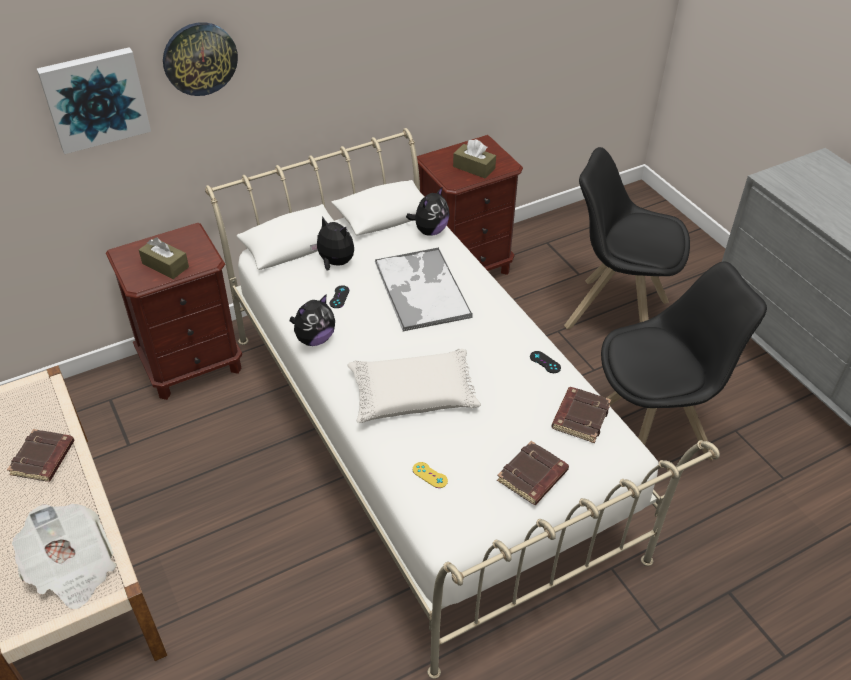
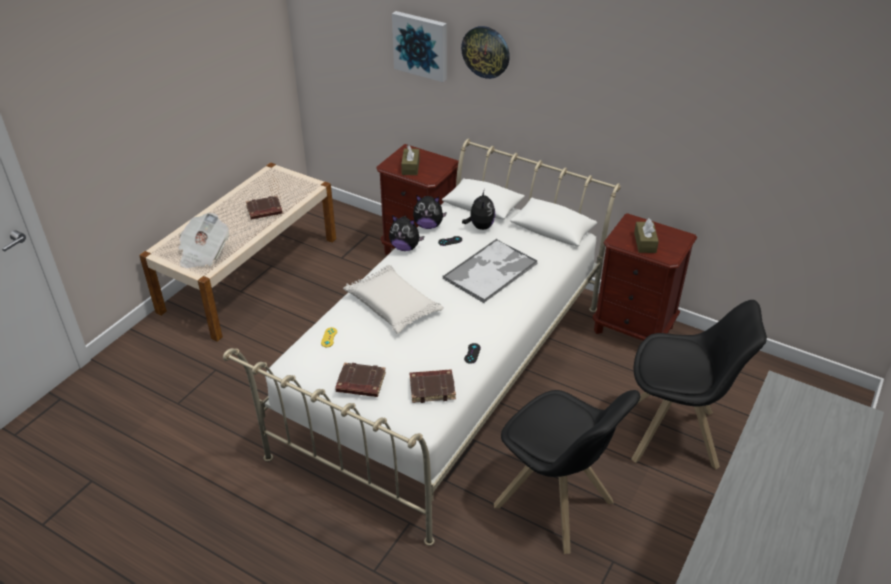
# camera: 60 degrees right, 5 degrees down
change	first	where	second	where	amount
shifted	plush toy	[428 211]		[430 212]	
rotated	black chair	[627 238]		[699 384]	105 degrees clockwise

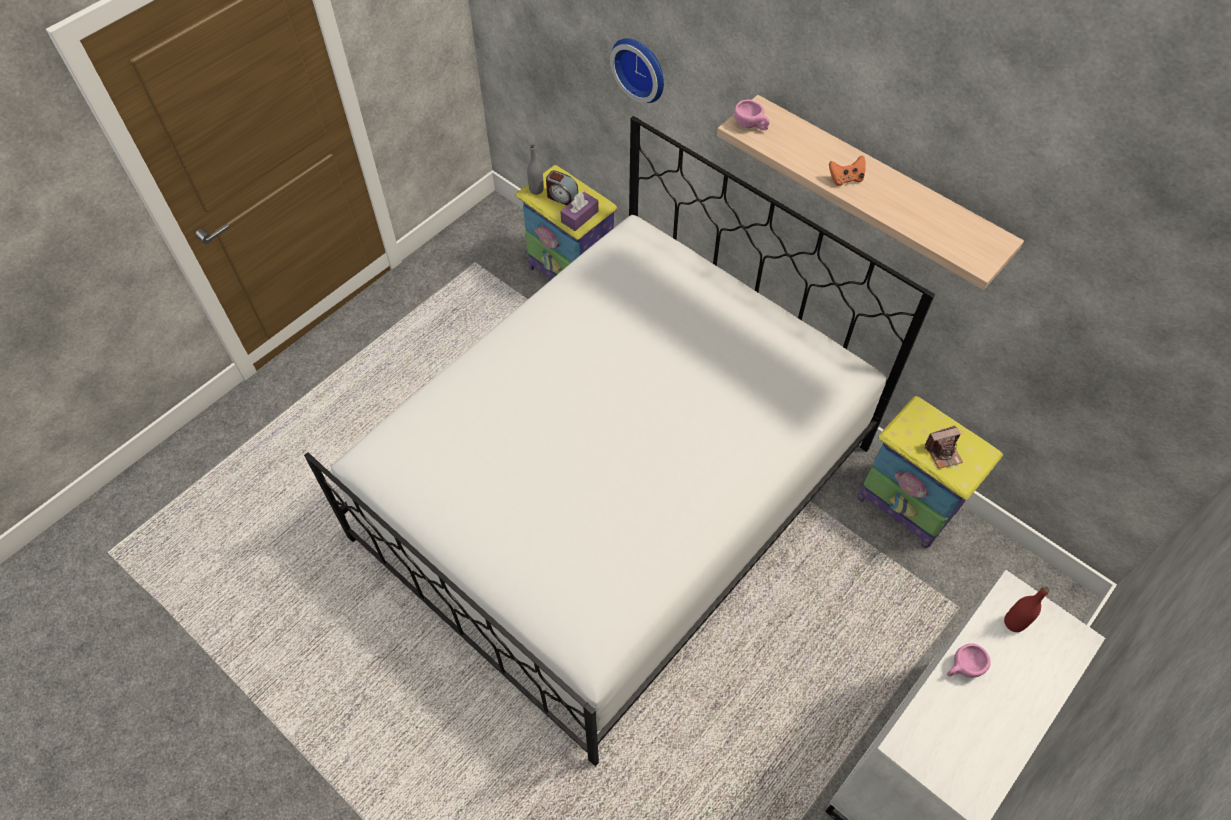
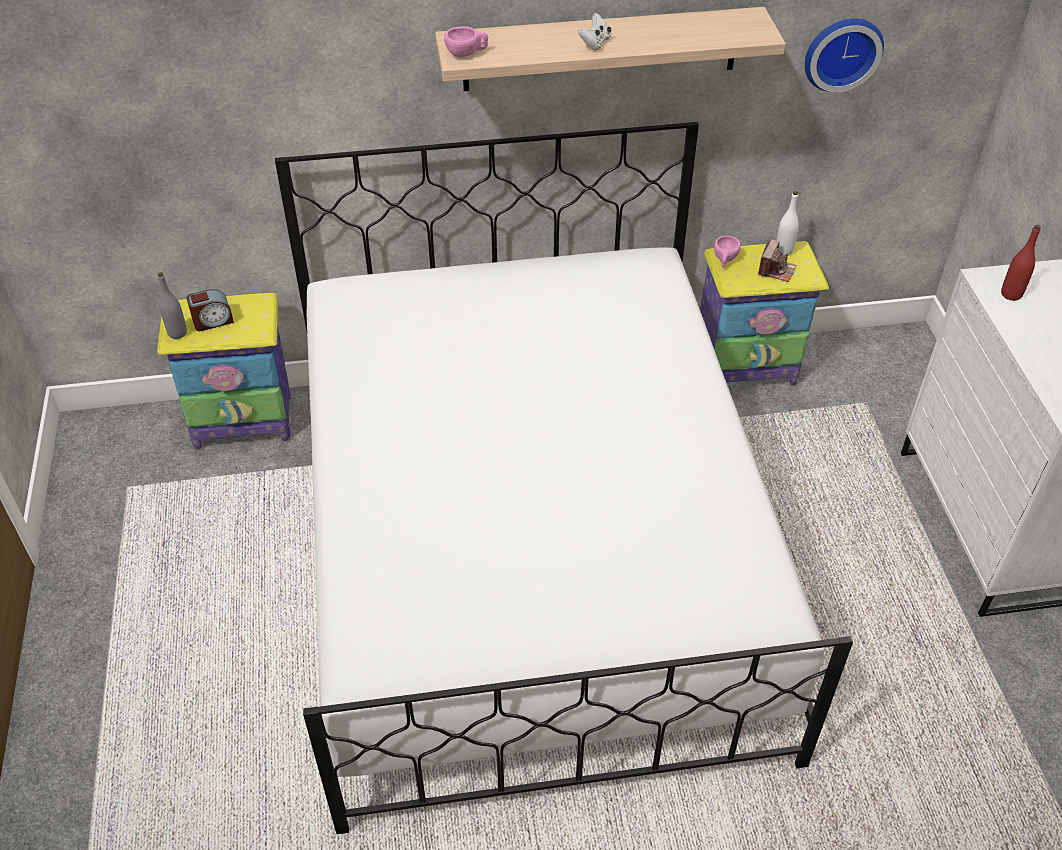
# camera: 50 degrees left, 10 degrees down
change	first	where	second	where	amount
gone	purple tissue box	[579 211]			
shifted	wall clock	[637 70]		[844 55]	
repainted	orange game controller	[847 170]	white game controller	[595 32]	
shifted	pink cup	[969 660]		[727 252]	
new			white bottle	[787 223]	

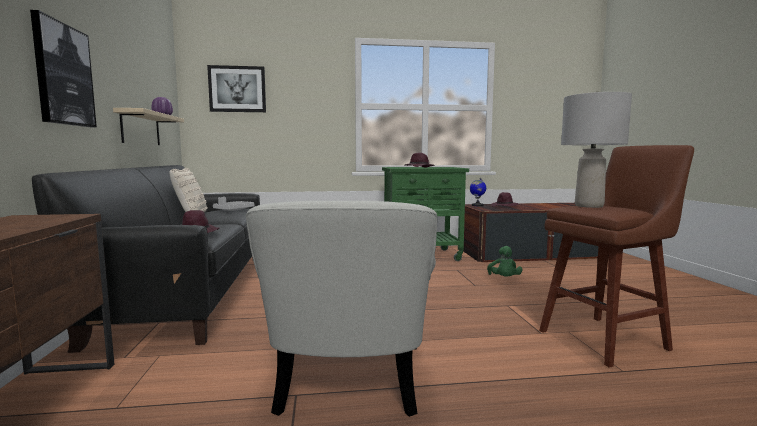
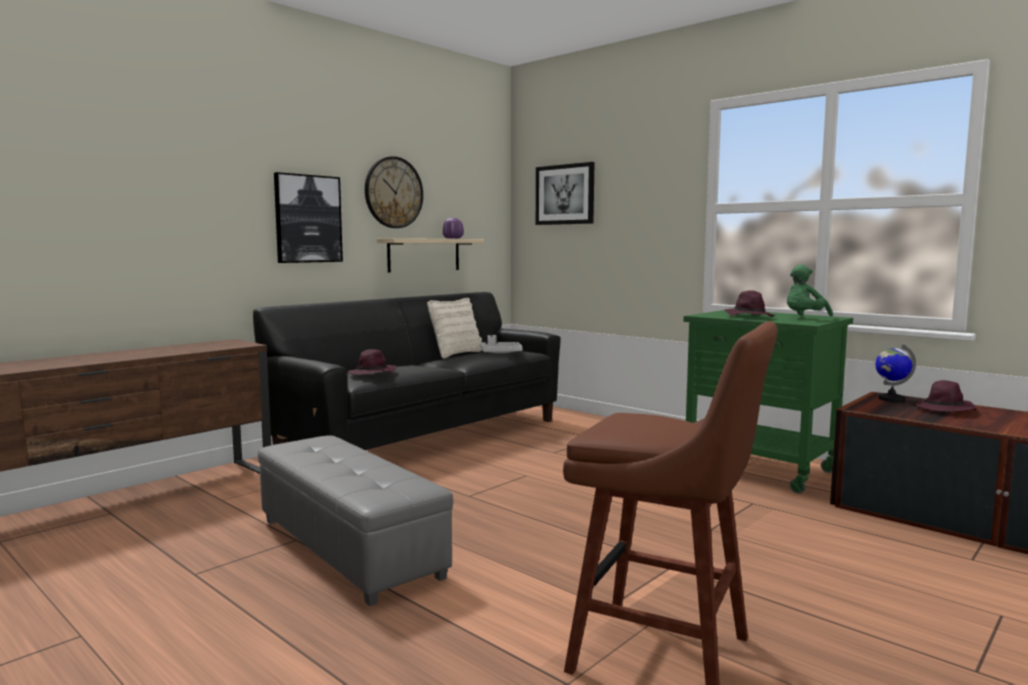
# camera: 50 degrees right, 0 degrees up
change	first	where	second	where	amount
swapped	white armchair	[342 309]	grey ottoman	[355 520]	
shifted	green plush toy	[505 261]		[810 290]	
gone	grey table lamp	[596 149]			
new			wall clock	[394 192]	

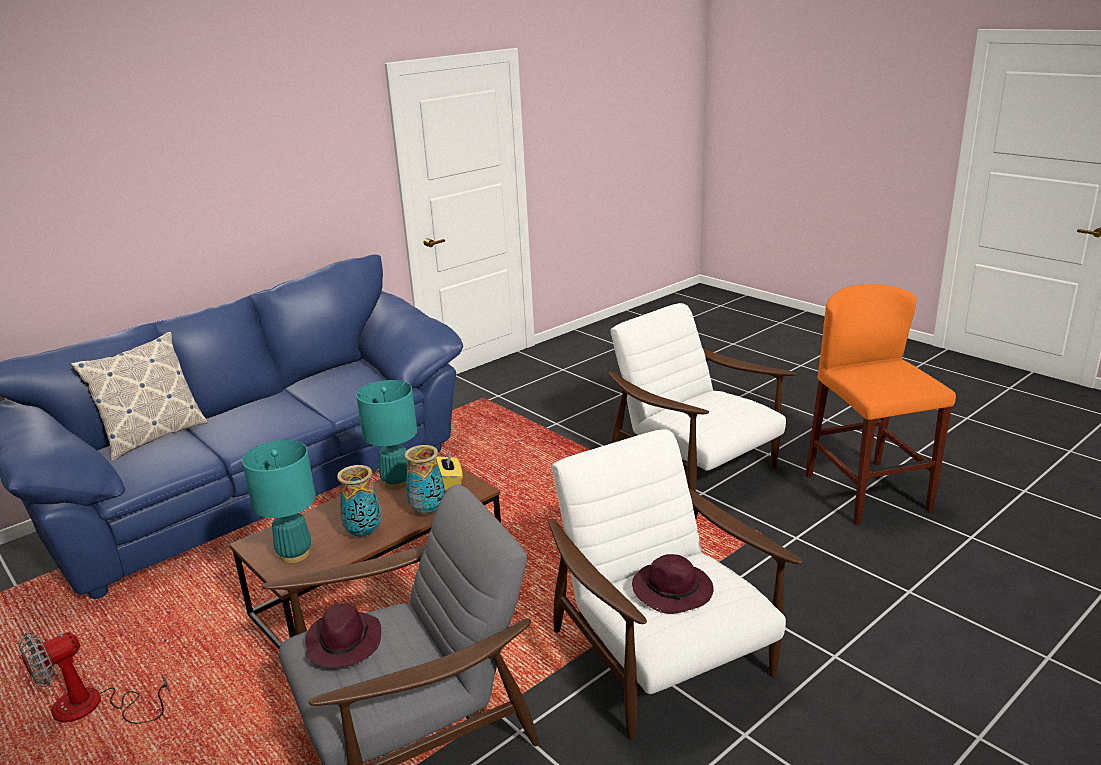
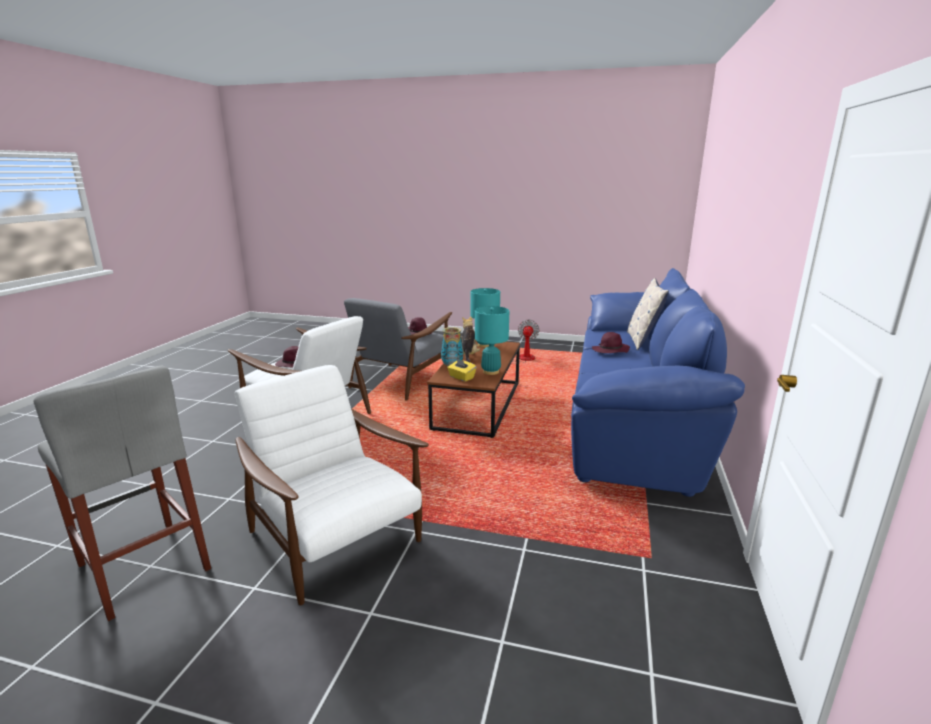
# camera: 145 degrees right, 5 degrees down
change	first	where	second	where	amount
swapped	vase	[359 501]	plush toy	[471 339]	
rotated	white armchair	[702 397]		[332 485]	150 degrees counterclockwise
repainted	orange stool	[881 404]	grey stool	[122 493]	
new			purple hat	[611 342]	

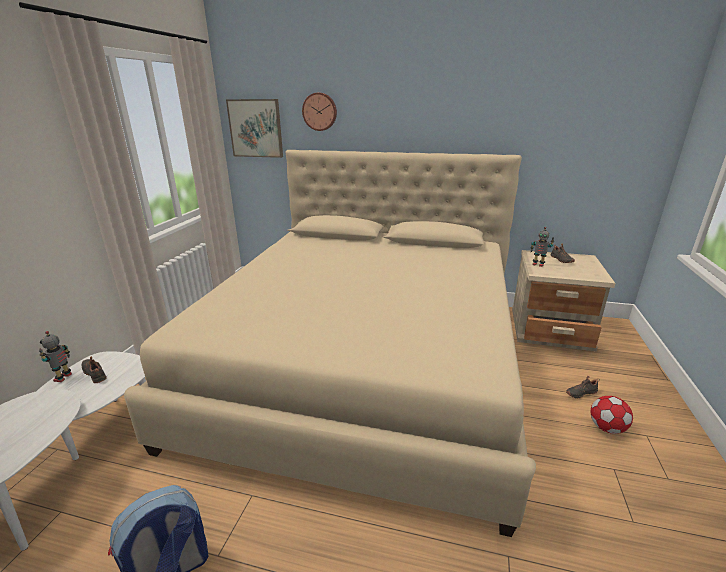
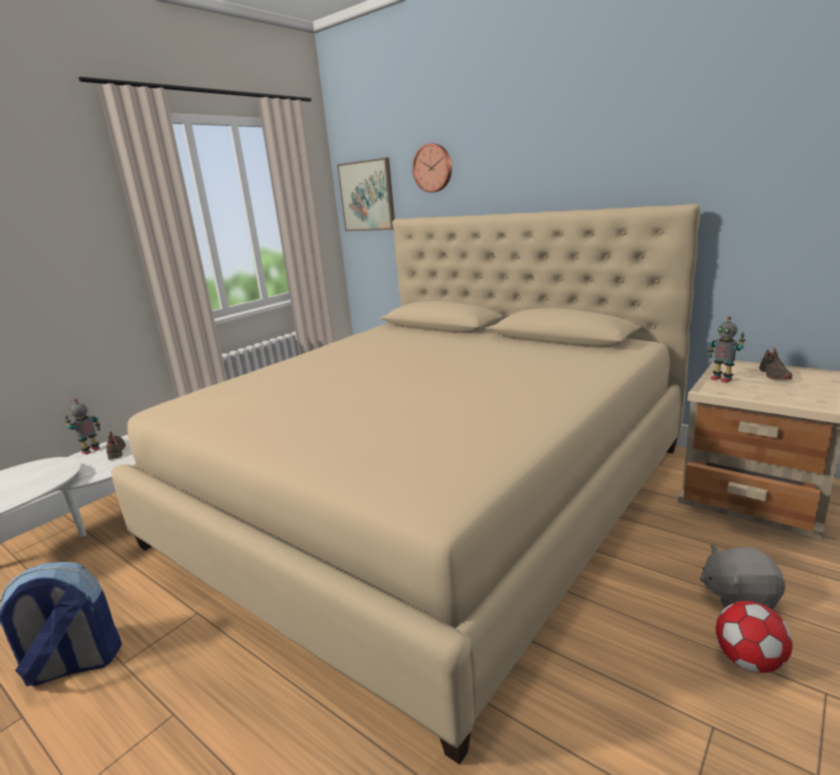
# camera: 25 degrees right, 5 degrees down
change	first	where	second	where	amount
swapped	black shoe	[583 387]	grey plush toy	[742 577]	

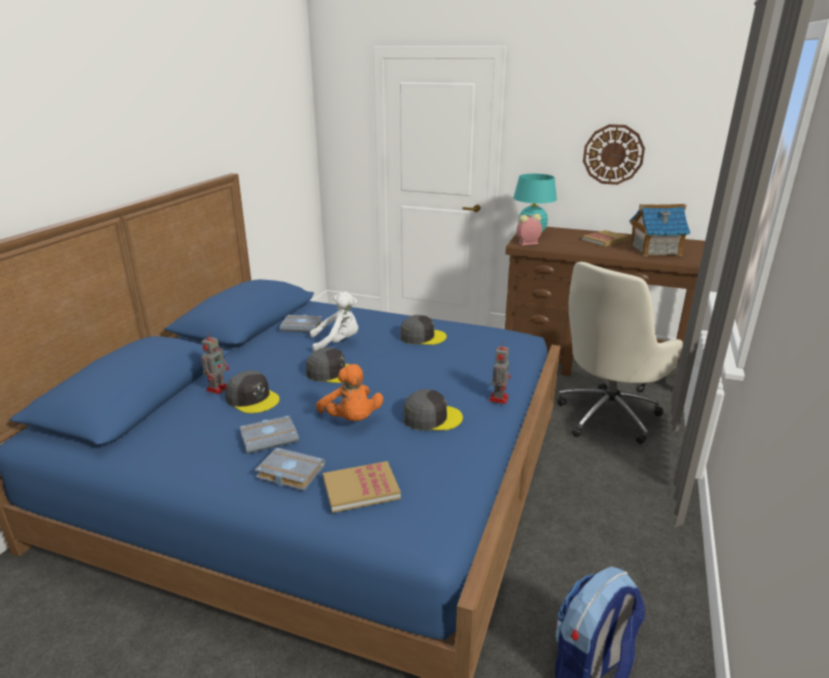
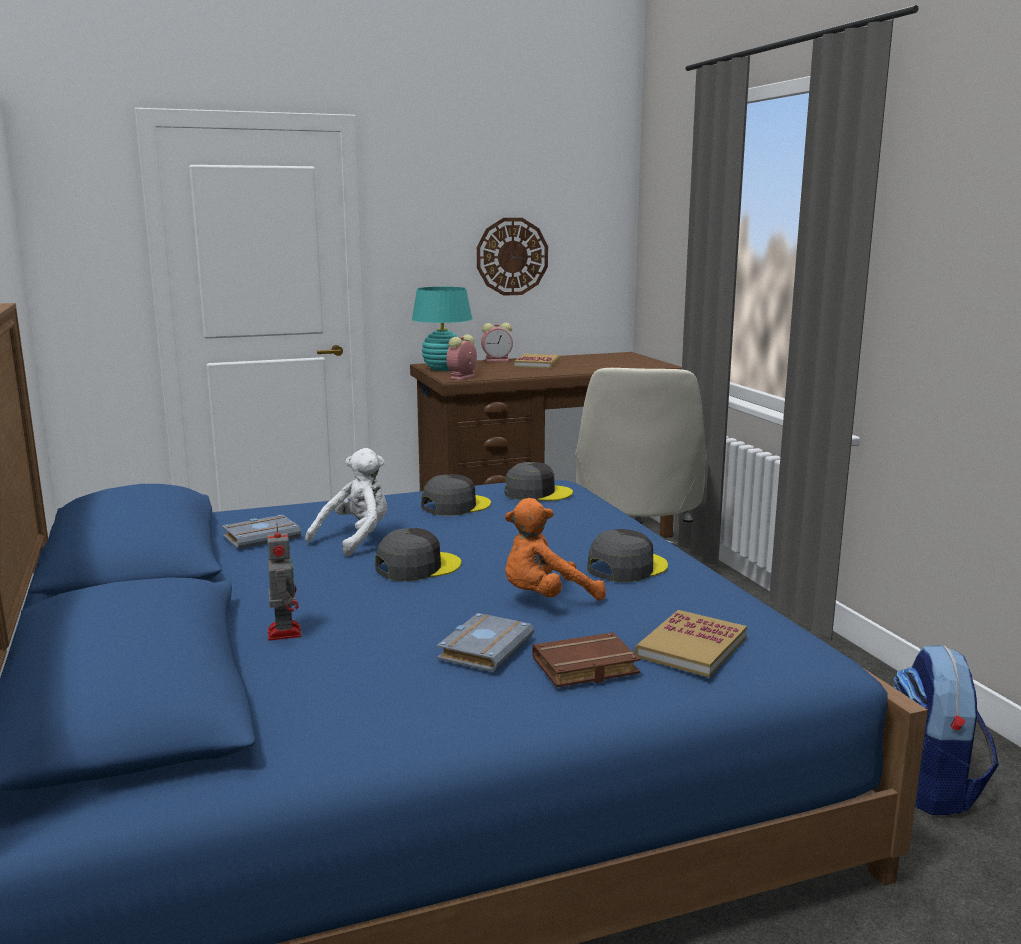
# camera: 40 degrees left, 10 degrees down
change	first	where	second	where	amount
shifted	grey cap	[252 392]		[539 481]	
repainted	grey book	[290 469]	brown book	[586 659]	
rotated	orange plush toy	[349 392]		[555 549]	135 degrees clockwise
gone	toy robot	[500 373]			
gone	toy house	[659 230]			
new			alarm clock	[497 342]	

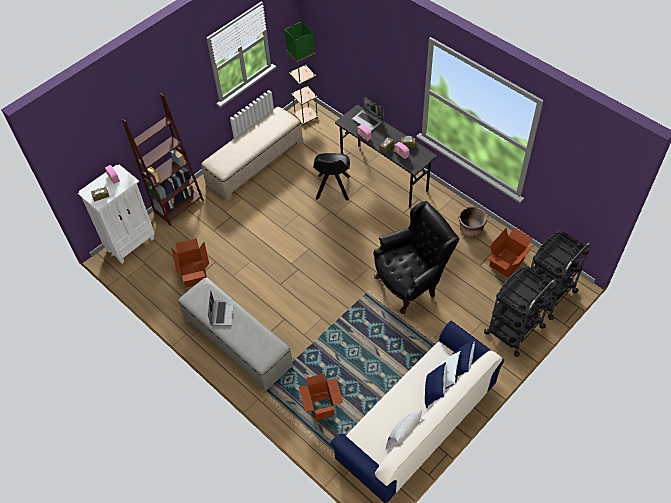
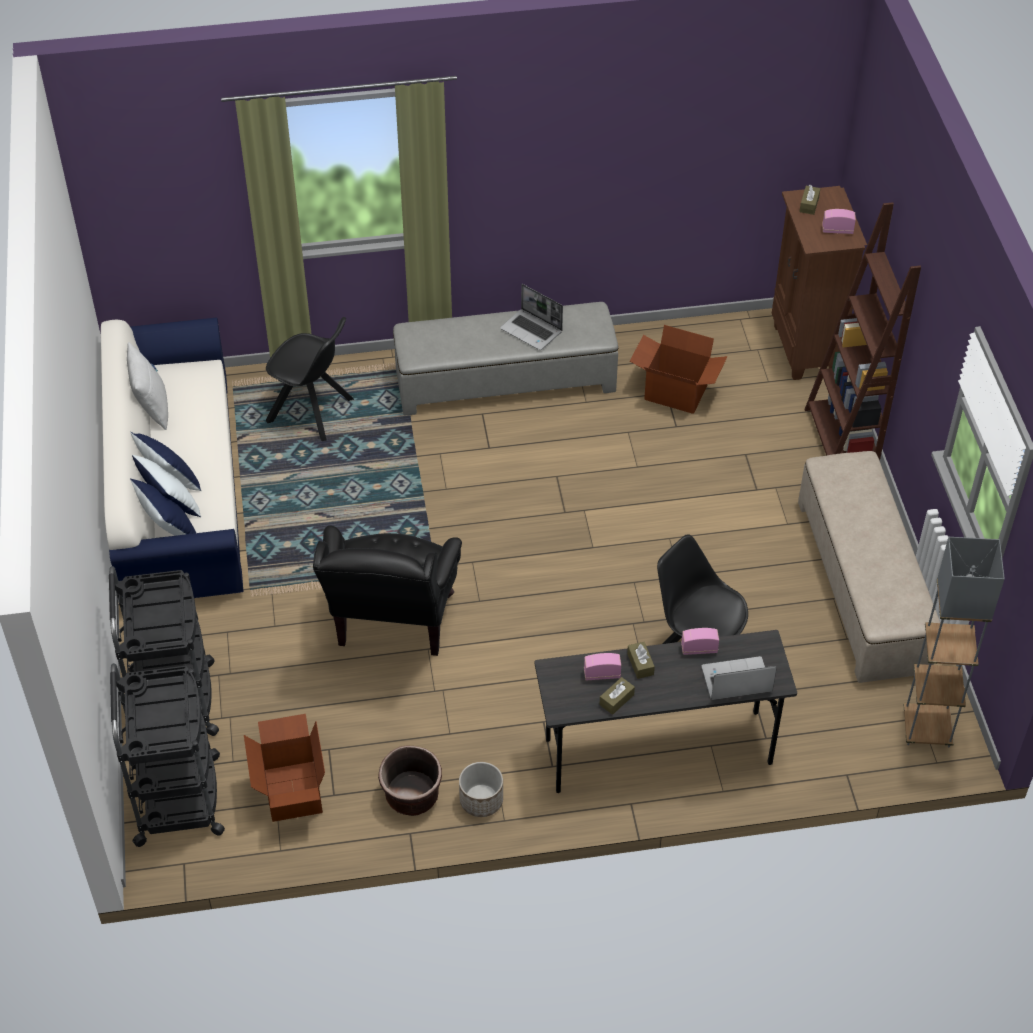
# camera: 125 degrees right, 5 degrees down
change	first	where	second	where	amount
repainted	white cabinet	[116 214]	brown cabinet	[819 283]	
repainted	green floor lamp	[302 74]	grey floor lamp	[954 642]	
swapped	cardboard box	[321 396]	black chair	[310 379]	
new			planter	[481 789]	

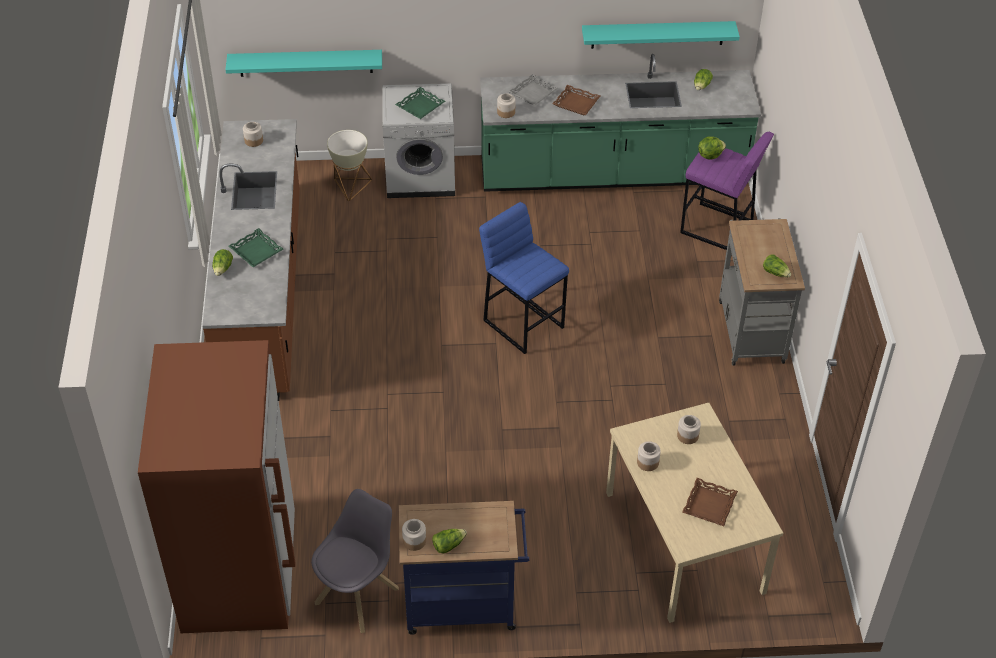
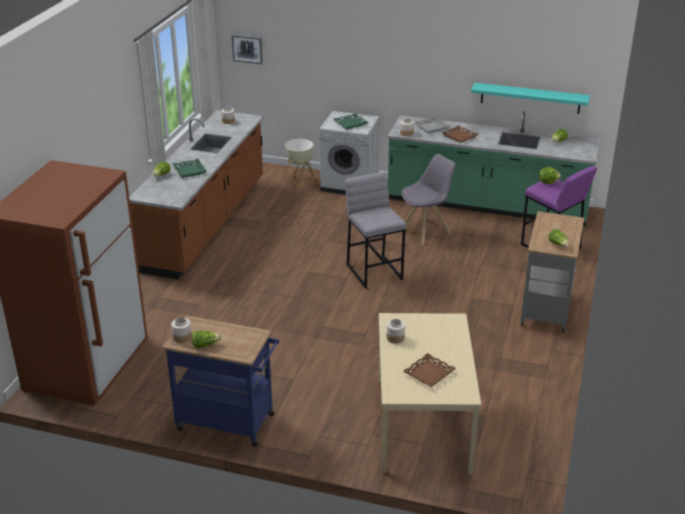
# camera: 20 degrees right, 15 degrees down
change	first	where	second	where	amount
gone	turquoise shelf	[304 63]			
shifted	grey chair	[355 561]		[429 200]	
repainted	blue stool	[524 278]	grey stool	[375 230]	
gone	jar	[689 429]			
new			picture	[247 49]	

